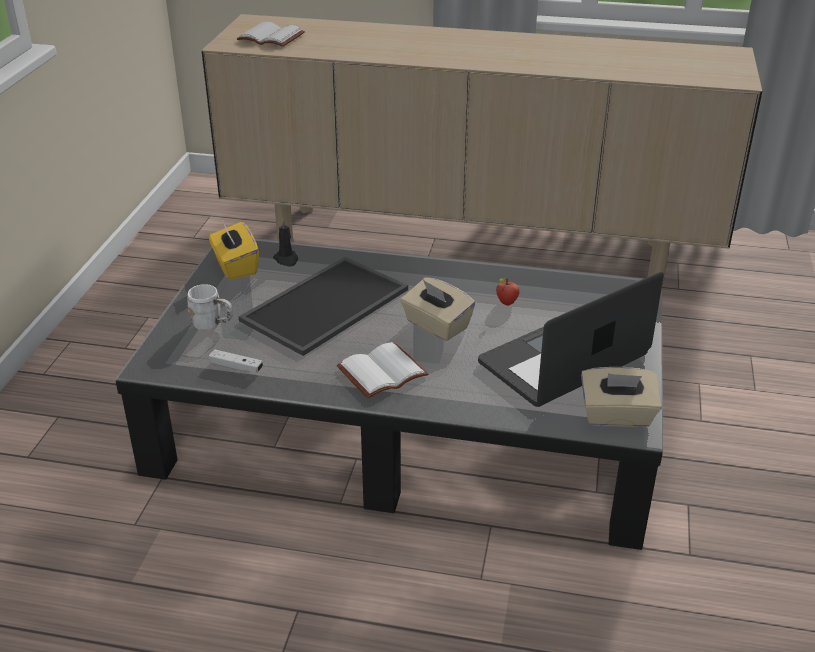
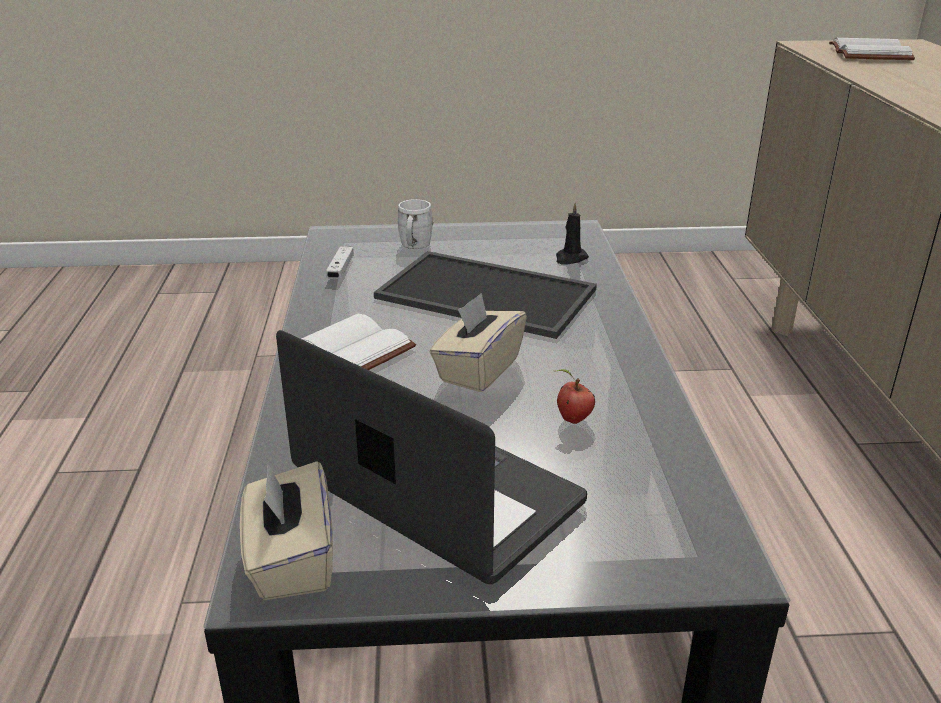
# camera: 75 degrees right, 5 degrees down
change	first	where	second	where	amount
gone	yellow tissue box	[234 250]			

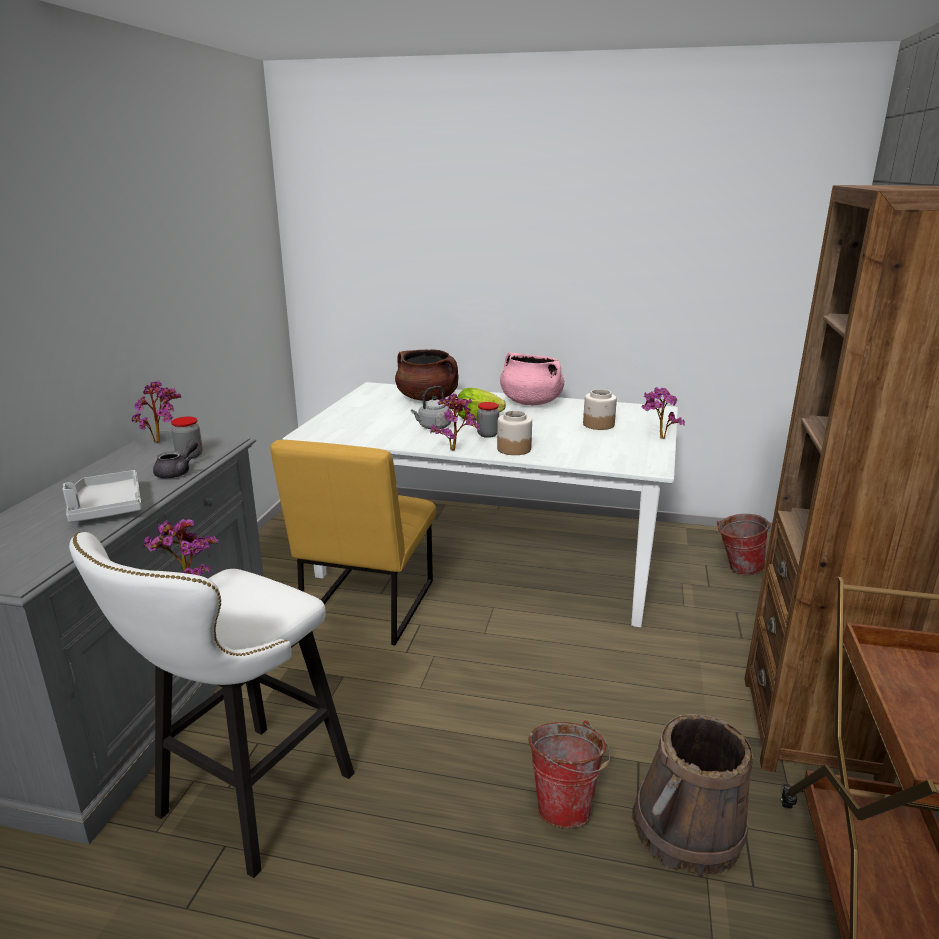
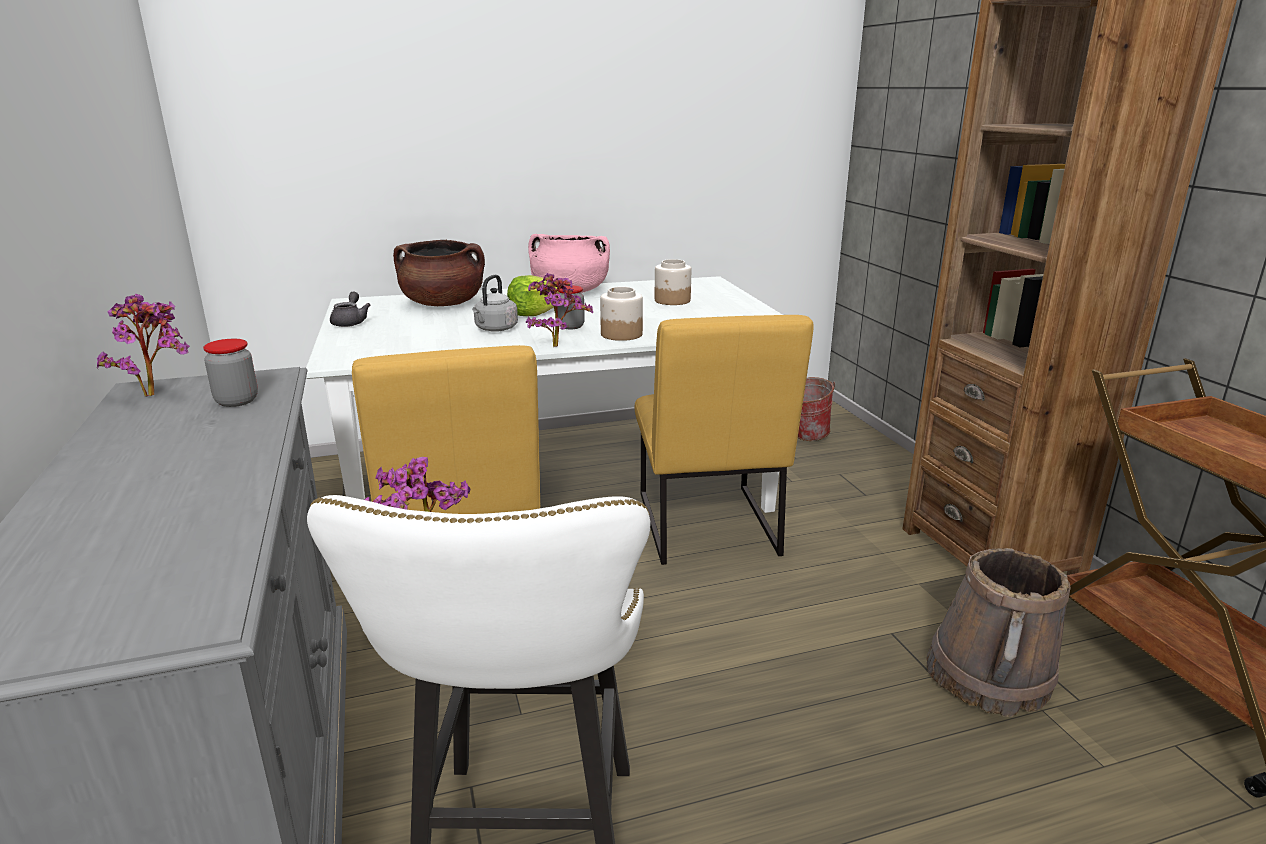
# camera: 30 degrees left, 0 degrees up
change	first	where	second	where	amount
gone	grey tray	[102 496]			
shifted	grey teapot	[175 459]		[350 309]	
gone	bucket	[569 774]			
gone	potted plant	[663 413]			
new			yellow chair	[724 440]	

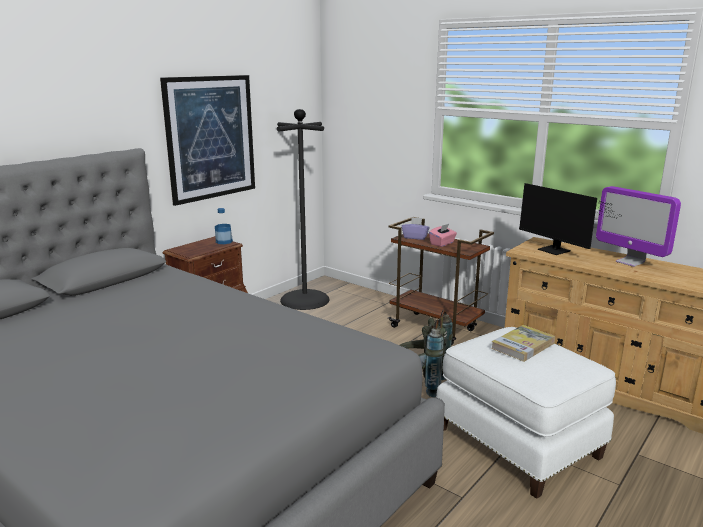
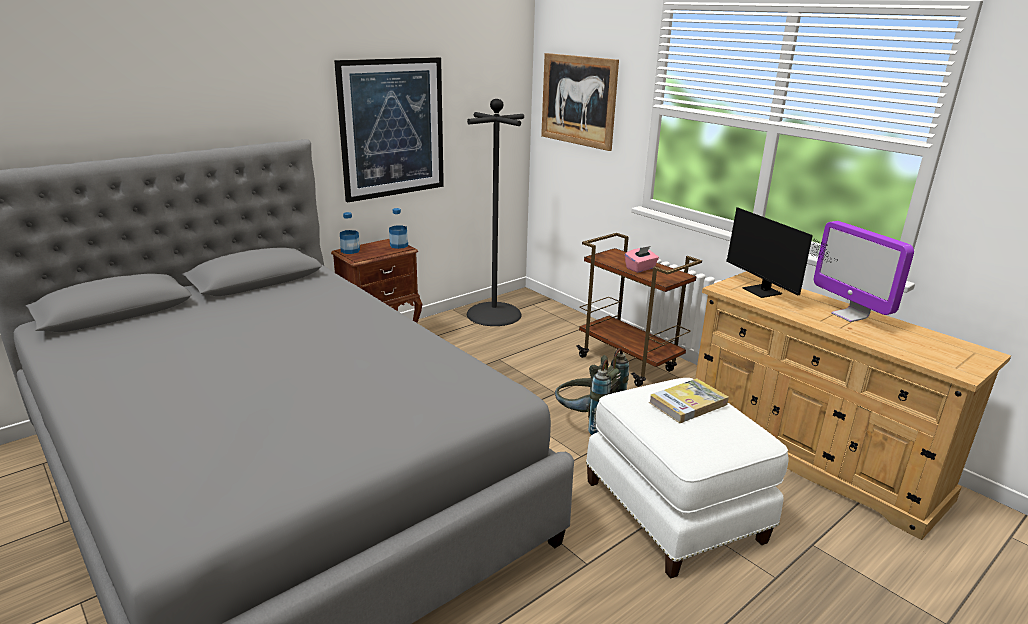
# camera: 10 degrees right, 5 degrees up
change	first	where	second	where	amount
gone	purple tissue box	[416 228]			
new			bottle	[350 233]	
new			picture	[580 102]	

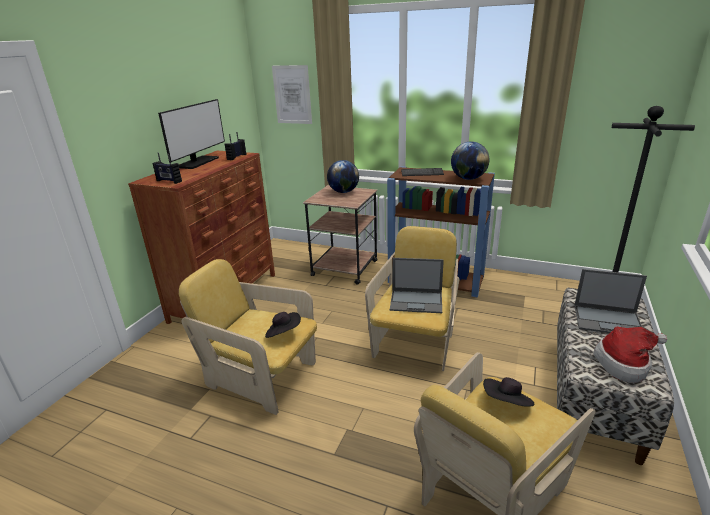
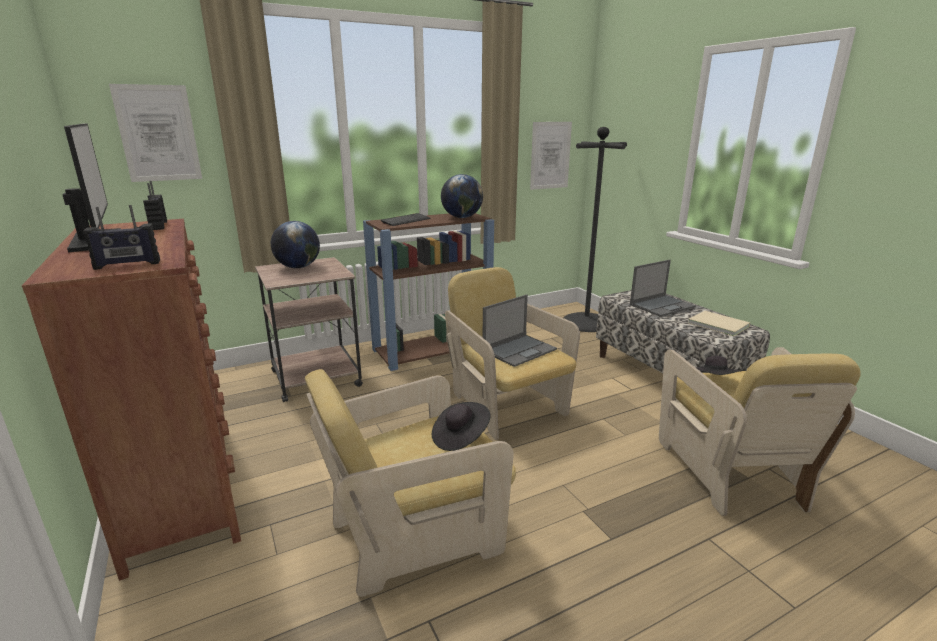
# camera: 50 degrees left, 5 degrees down
change	first	where	second	where	amount
swapped	hat	[630 355]	beige book	[719 323]	
new			picture	[551 156]	

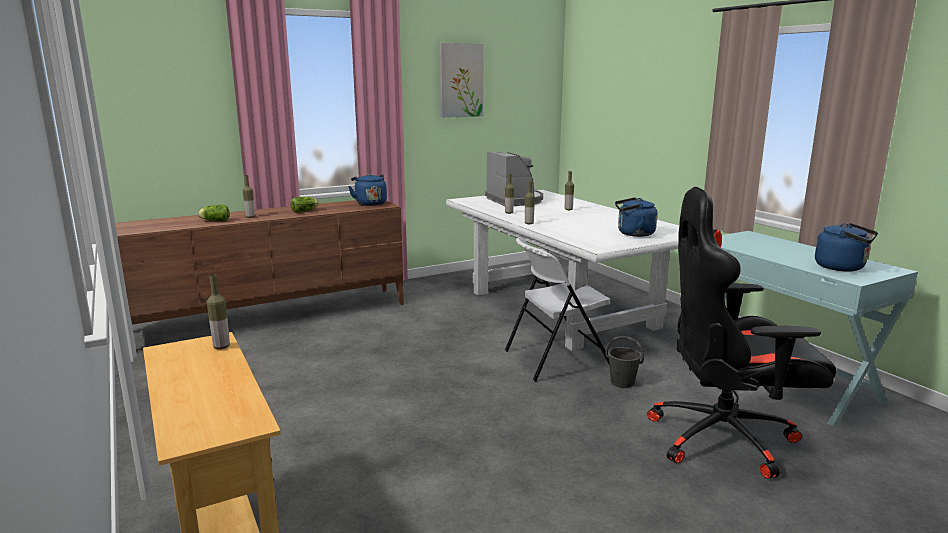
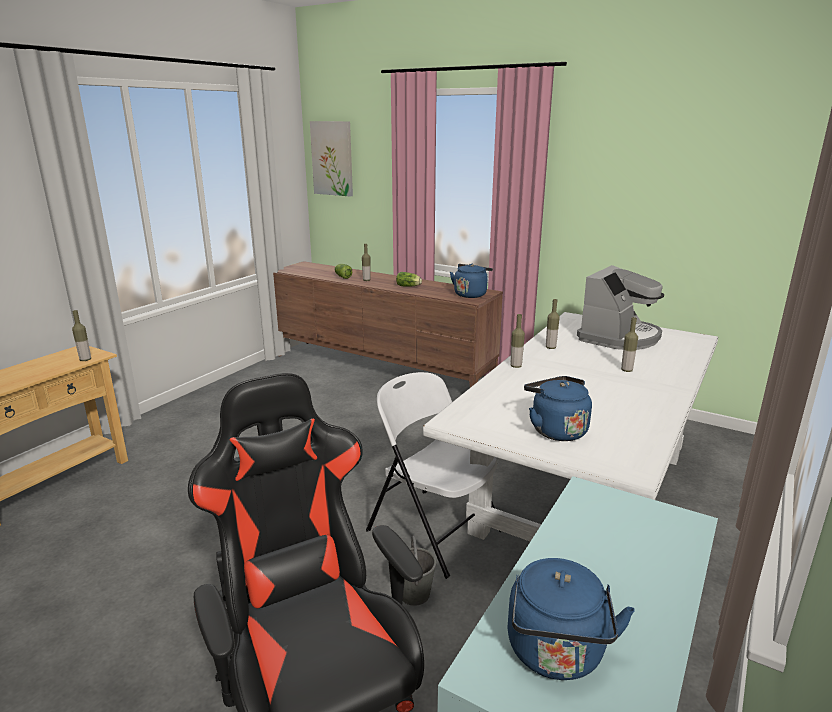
# camera: 60 degrees right, 5 degrees up
change	first	where	second	where	amount
shifted	picture	[461 80]		[331 159]	

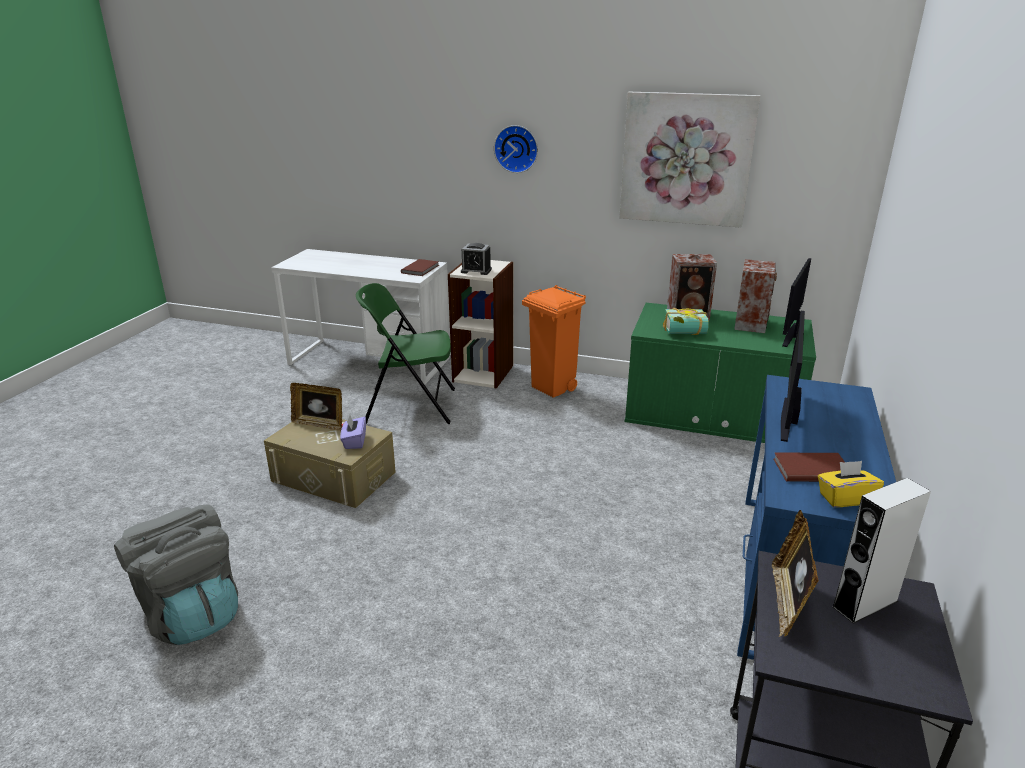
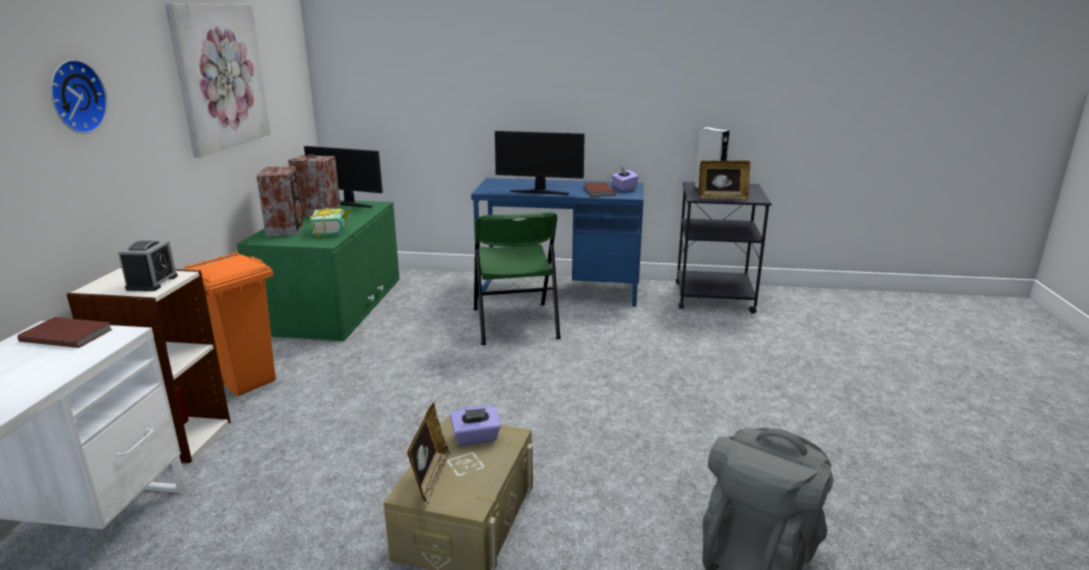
# camera: 100 degrees left, 5 degrees down
change	first	where	second	where	amount
shifted	green chair	[405 353]		[517 278]	
repainted	yellow tissue box	[851 484]	purple tissue box	[624 178]	

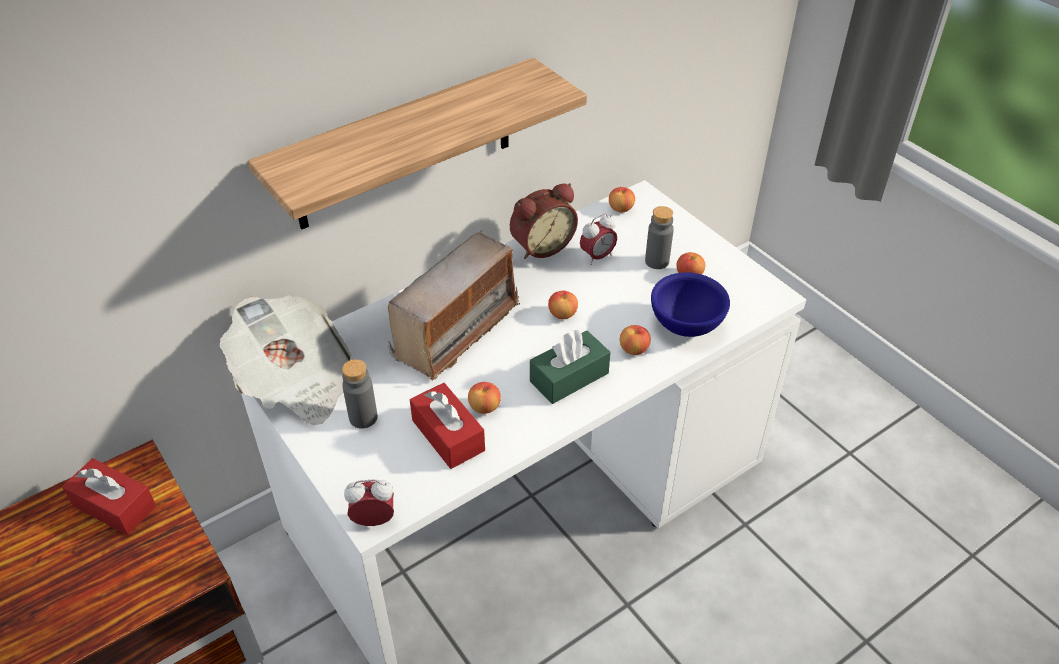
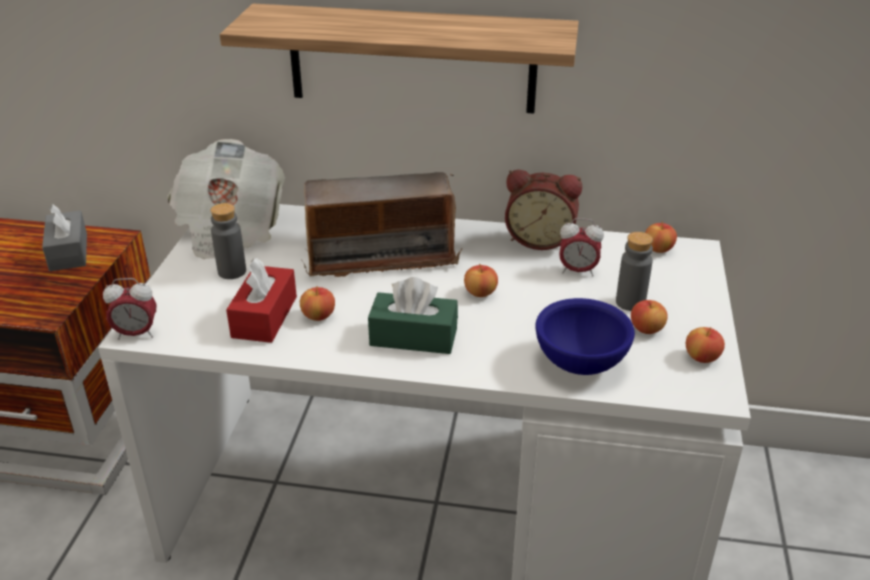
# camera: 45 degrees right, 10 degrees down
change	first	where	second	where	amount
repainted	red tissue box	[109 496]	grey tissue box	[64 237]	
rotated	alarm clock	[369 503]		[129 309]	135 degrees clockwise
shifted	apple	[635 340]		[705 345]	

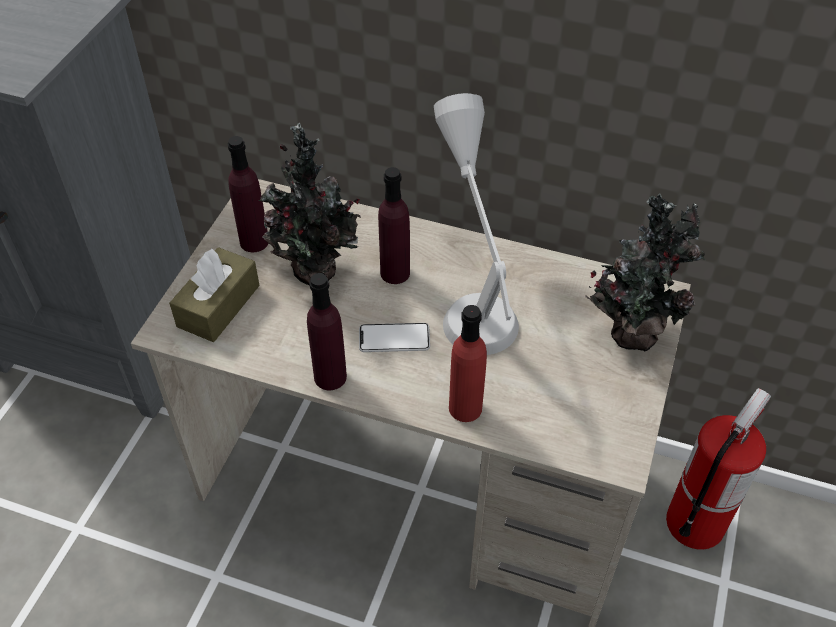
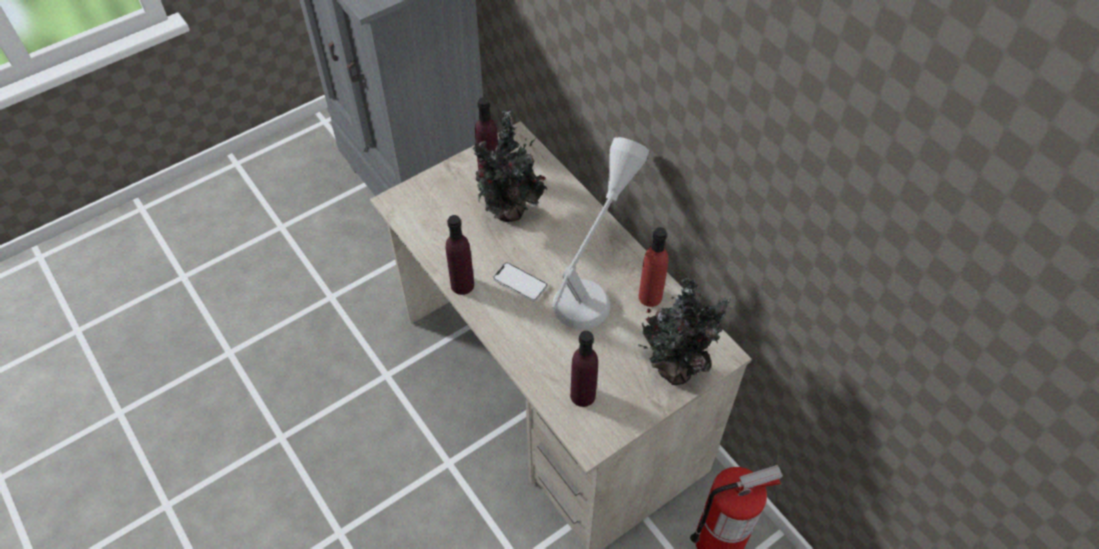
# camera: 35 degrees right, 5 degrees up
change	first	where	second	where	amount
gone	brown tissue box	[214 294]			
shifted	purple bottle	[394 225]		[584 369]	
shifted	red bottle	[468 363]		[653 267]	

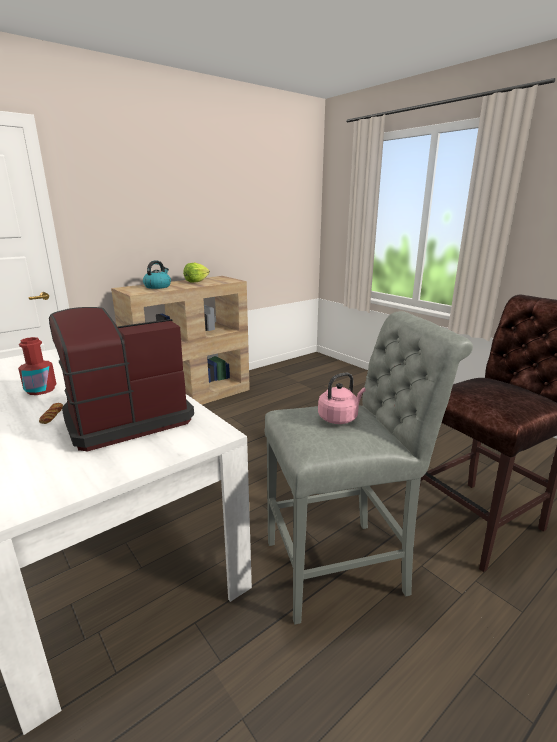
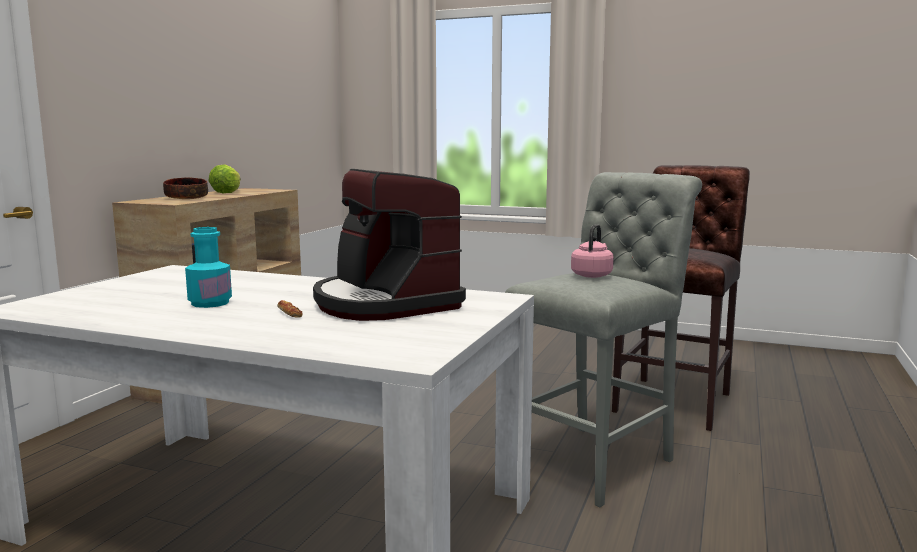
# camera: 30 degrees left, 10 degrees down
change	first	where	second	where	amount
repainted	red bottle	[37 366]	turquoise bottle	[208 267]	
rotated	coffee machine	[121 379]		[389 245]	60 degrees counterclockwise
swapped	kettle	[157 274]	bowl	[185 188]	

